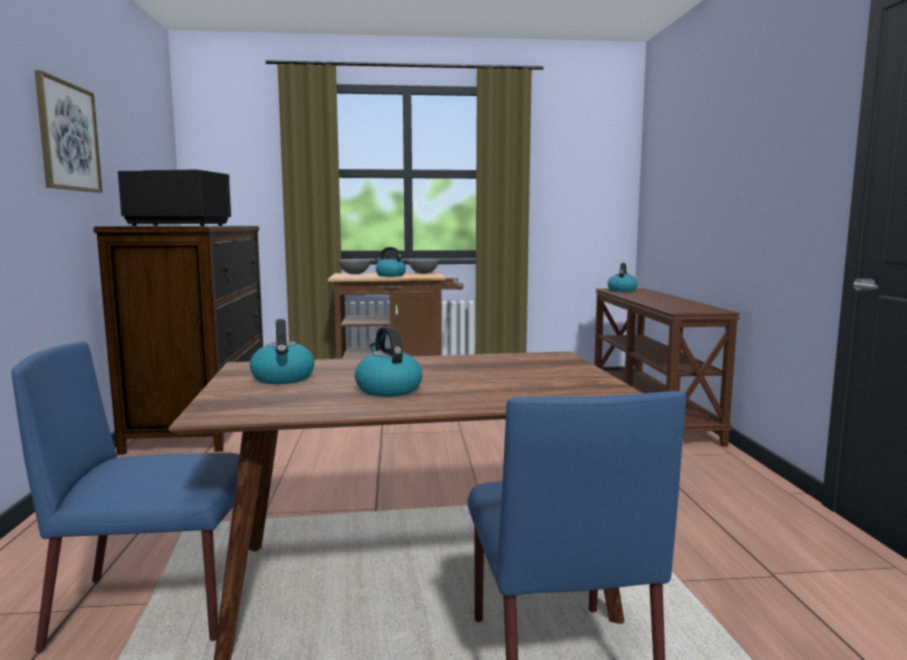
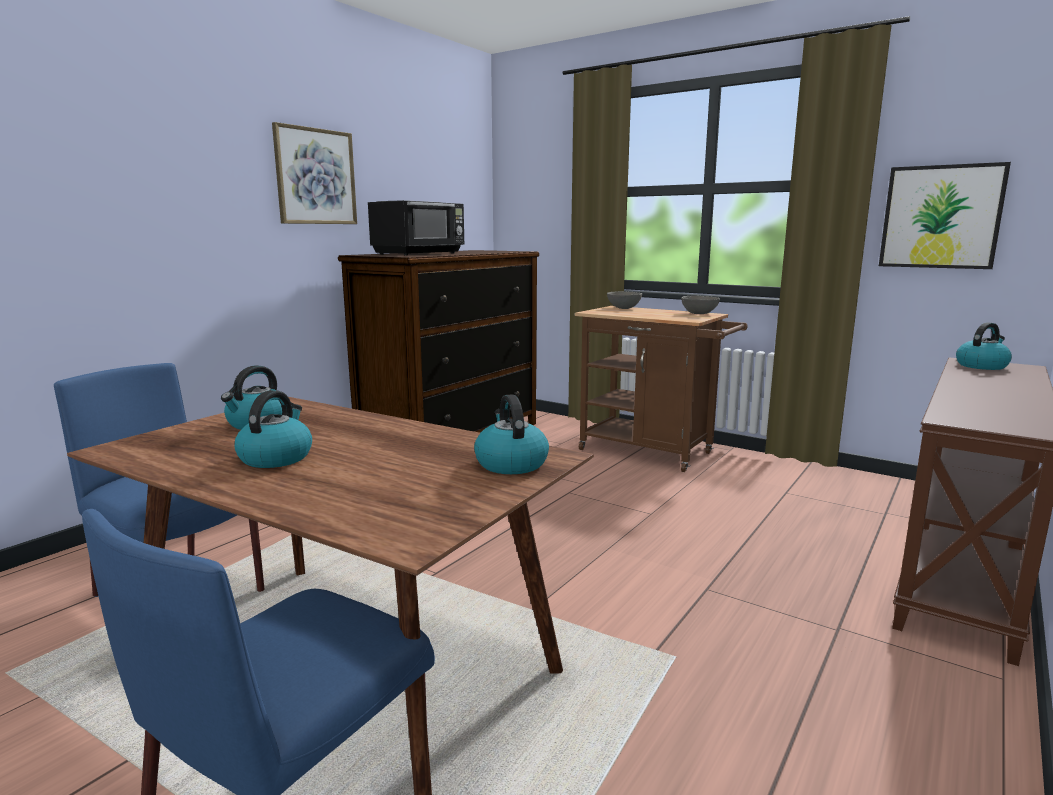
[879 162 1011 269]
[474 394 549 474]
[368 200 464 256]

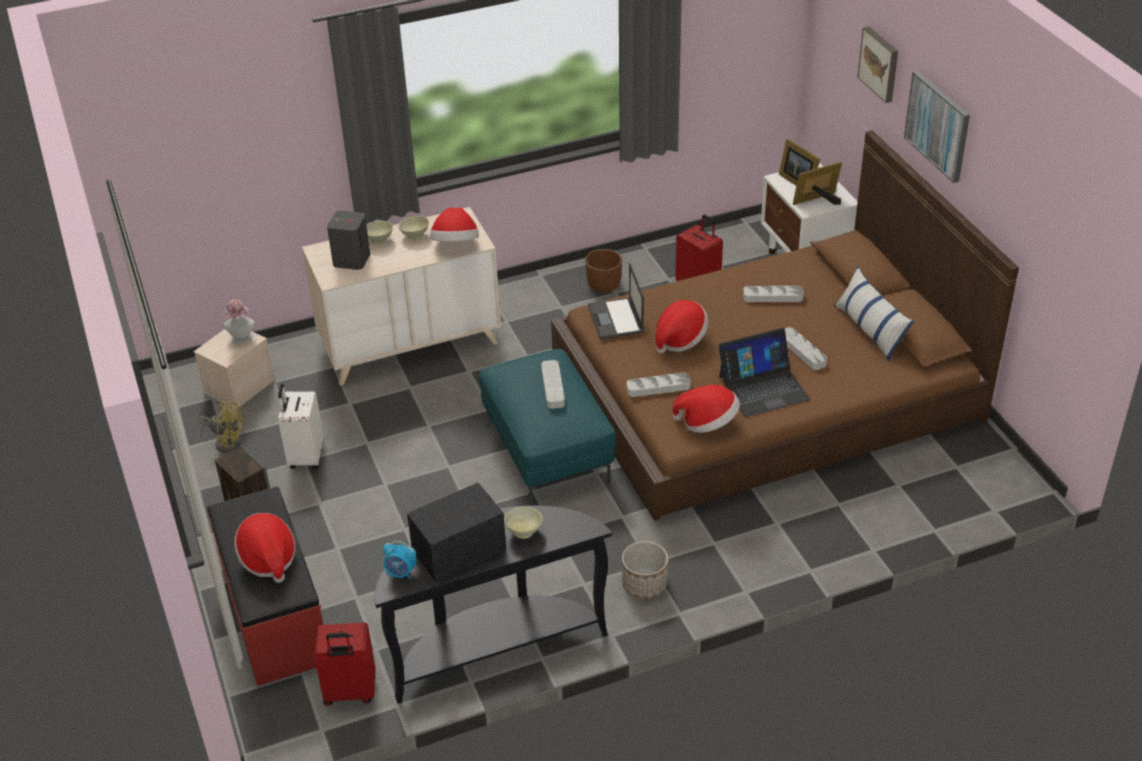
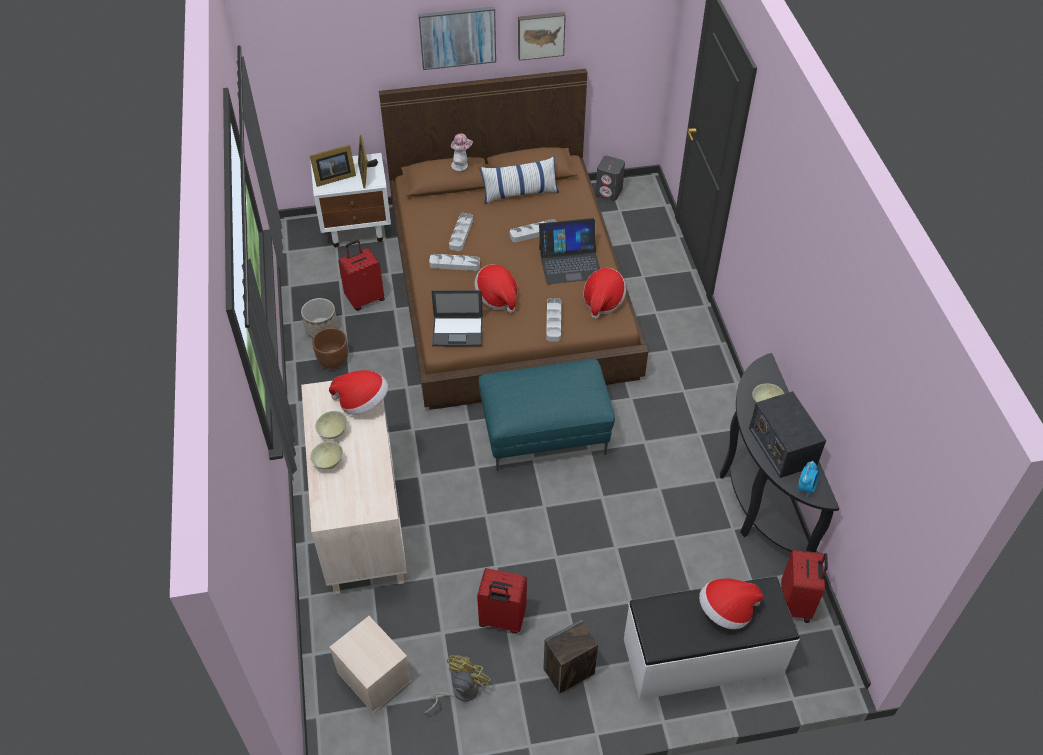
[451 133 473 171]
[595 156 625 201]
[429 254 480 271]
[301 298 338 338]
[518 12 566 61]
[624 576 800 700]
[477 568 527 633]
[539 218 600 284]

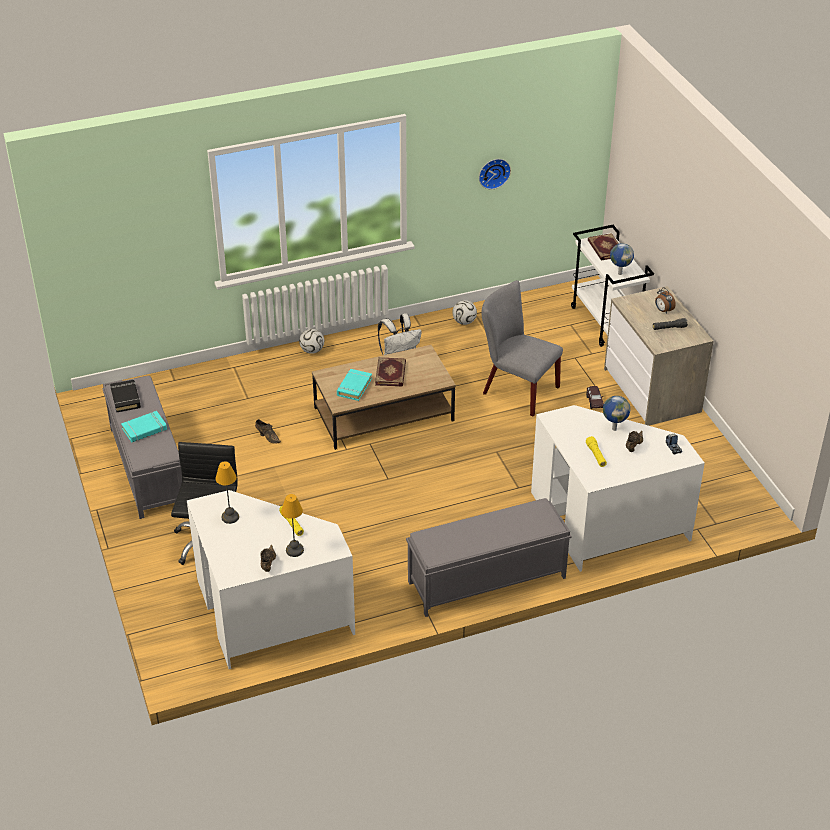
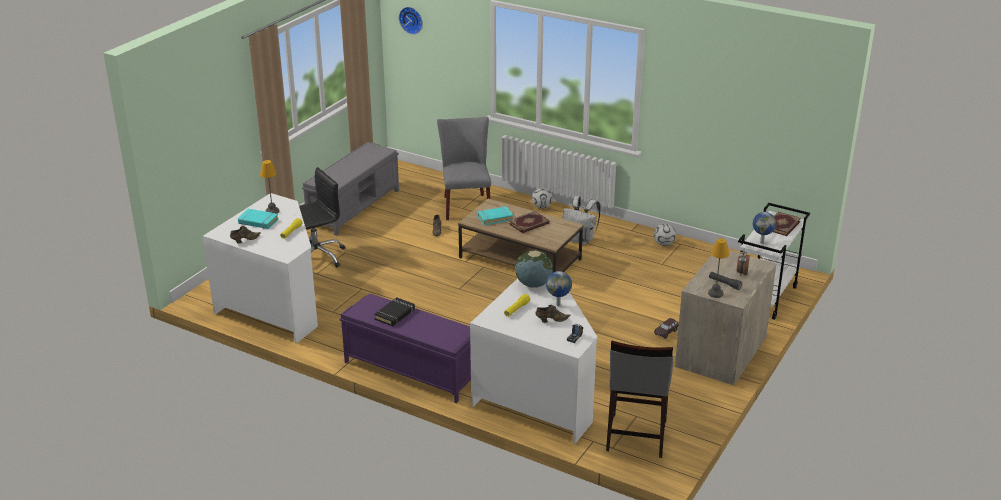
[515 251 553 288]
[606 340 674 458]
[374 297 415 326]
[238 209 279 229]
[708 238 729 298]
[399 7 423 35]
[437 117 491 220]
[340 294 471 403]

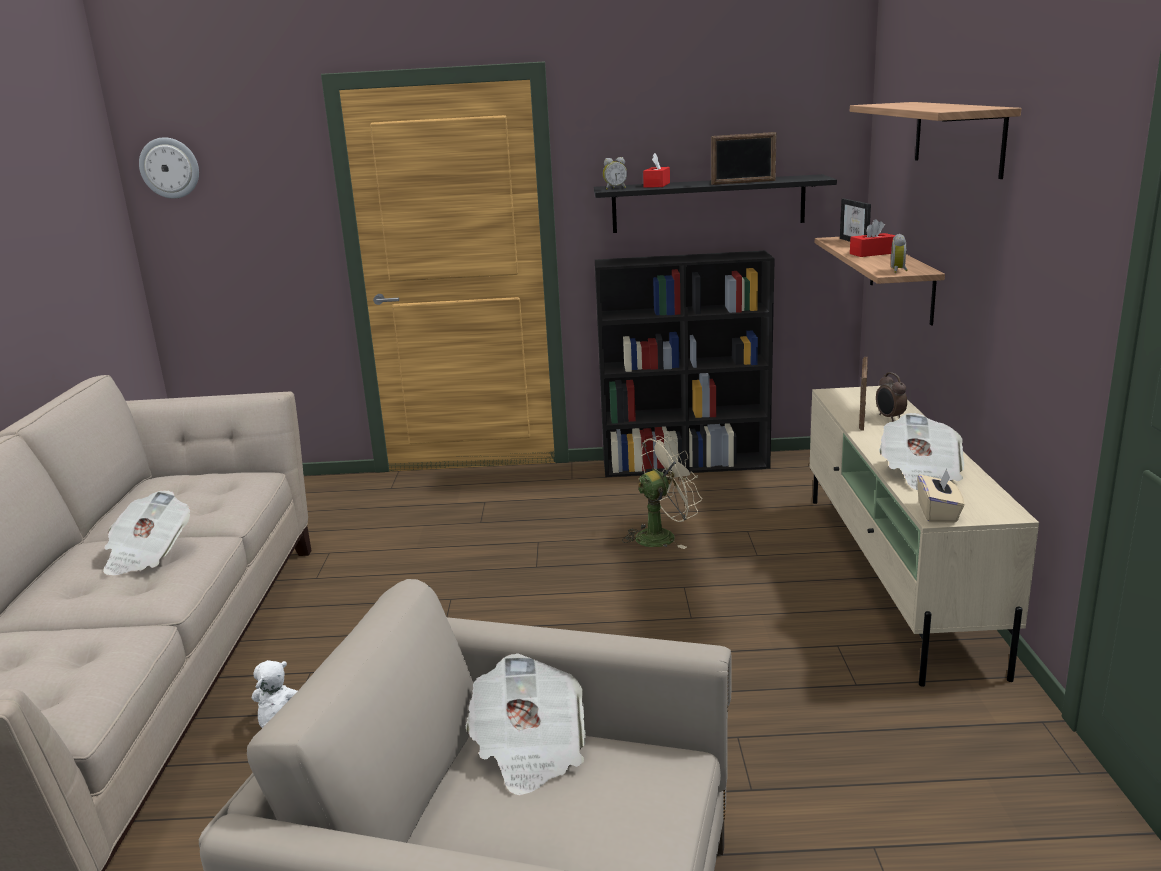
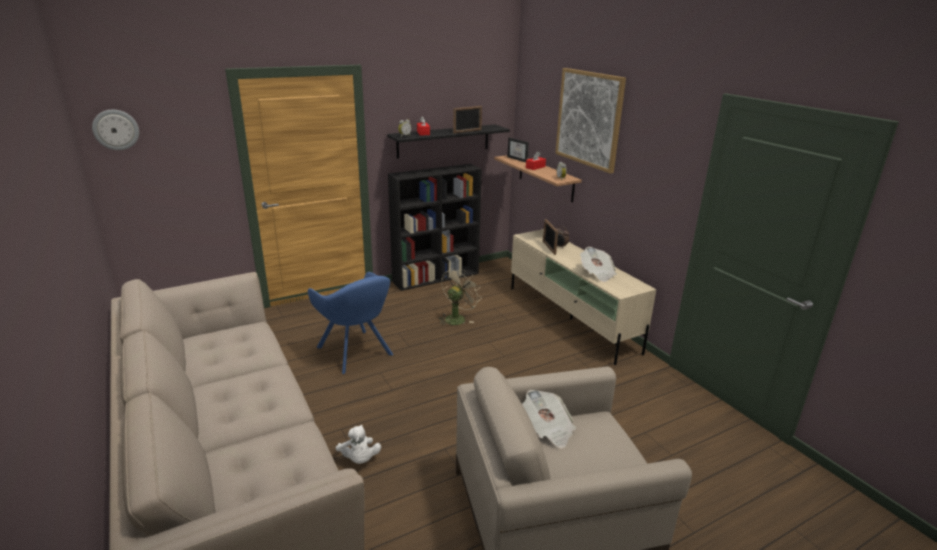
[103 490 190 575] (first image)
[917 469 965 523] (first image)
[308 272 393 374]
[555 68 626 174]

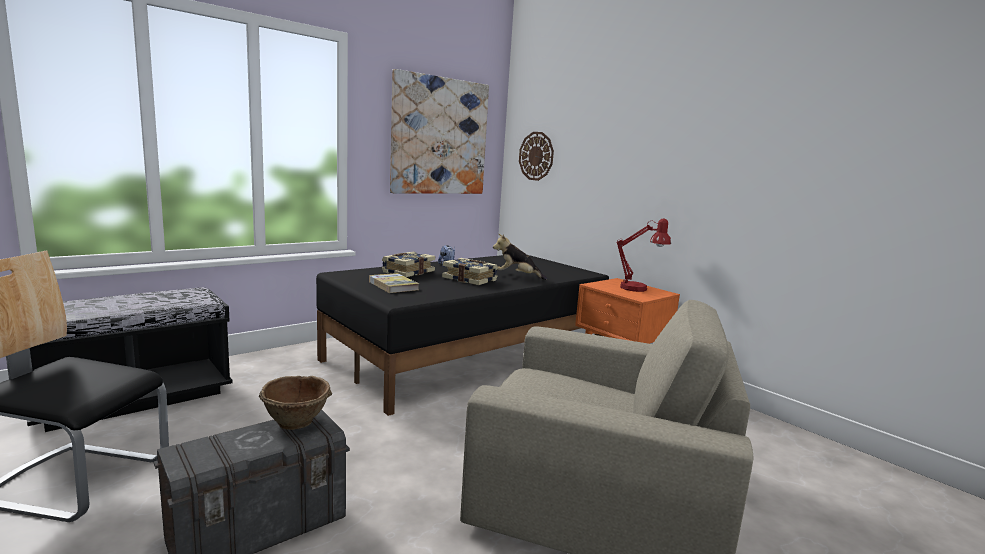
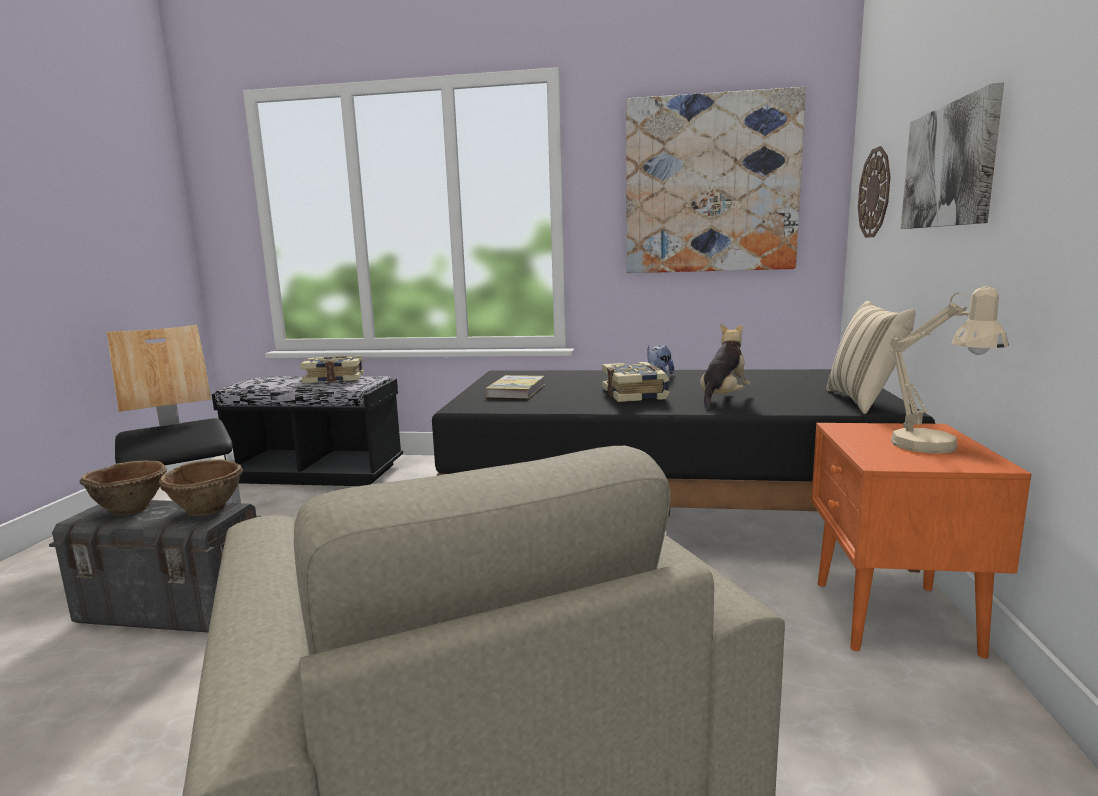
[79 461 167 515]
[826 301 916 414]
[901 82 1004 229]
[300 355 364 383]
[889 286 1009 454]
[700 324 750 410]

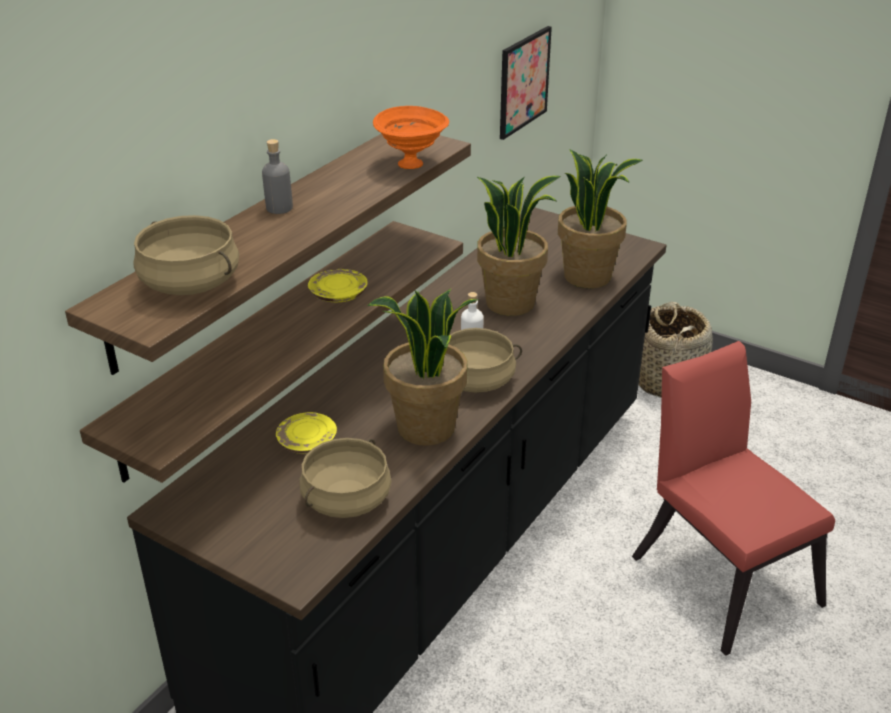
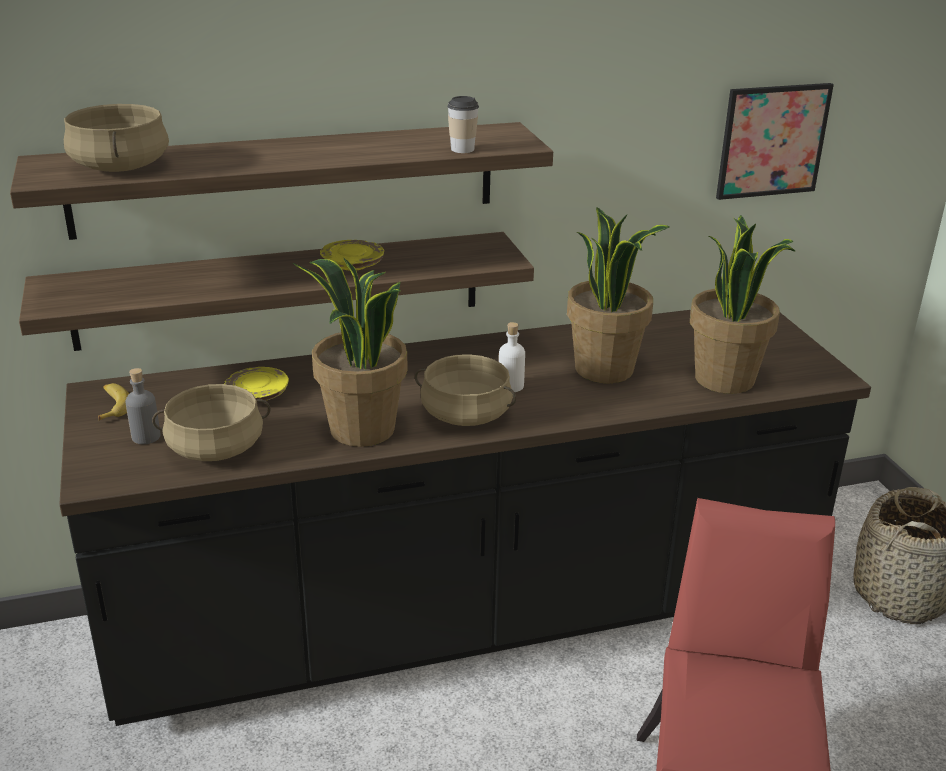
[98 383 129 421]
[125 368 161 444]
[447 96 479 153]

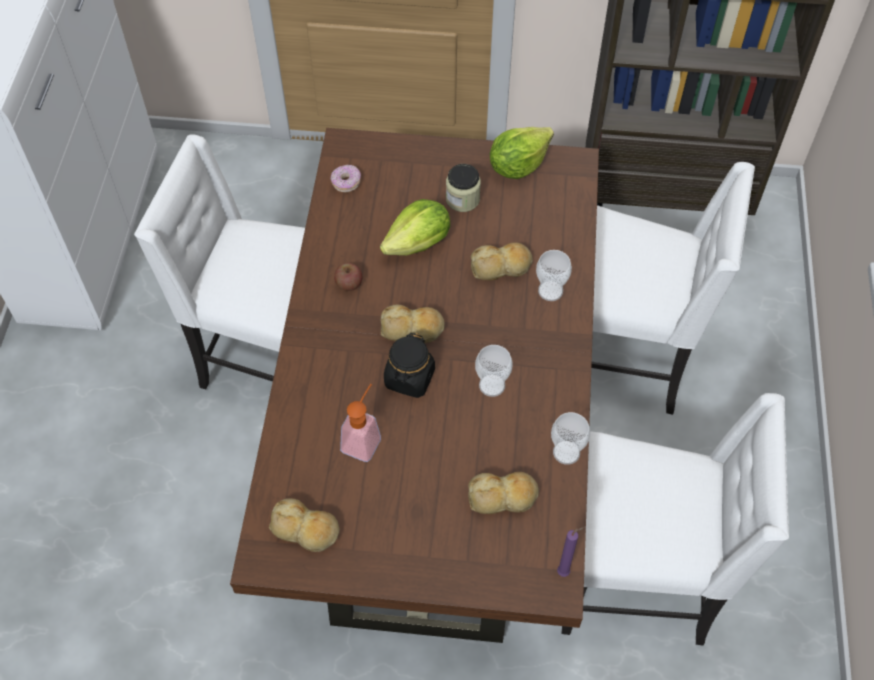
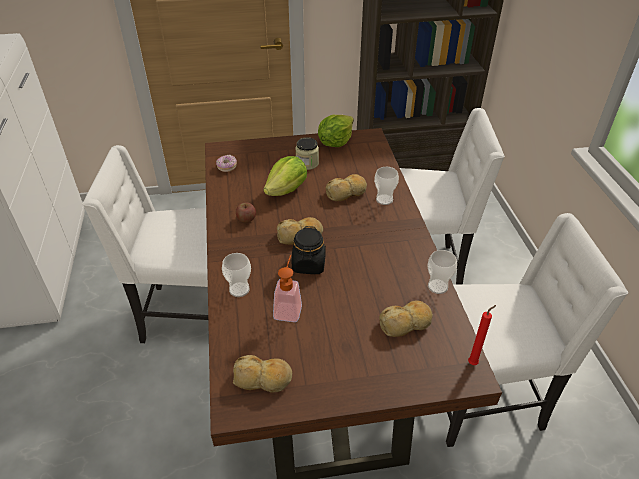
[222 253 251 297]
[468 305 496 365]

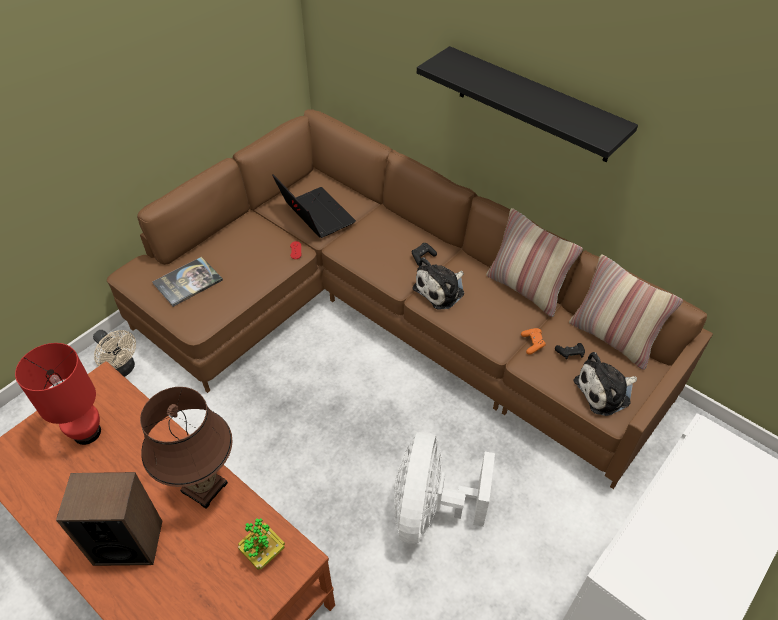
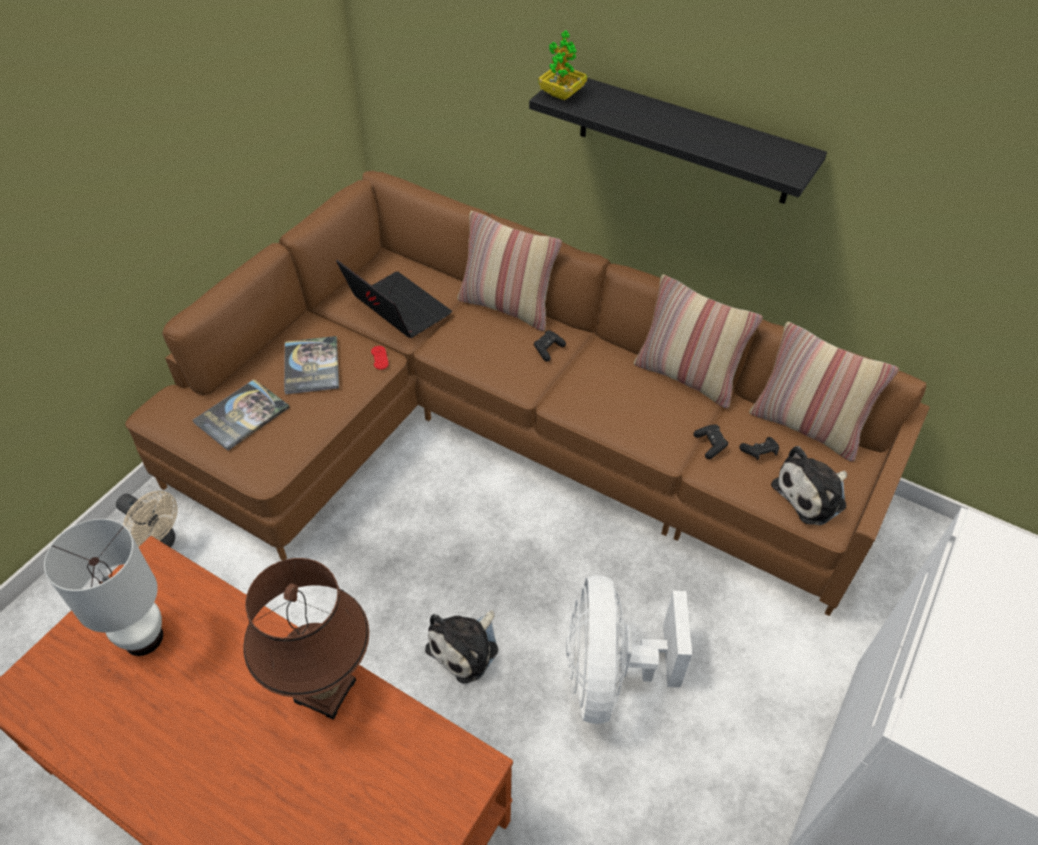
[56 472 162 566] (first image)
[284 336 339 394]
[457 211 562 331]
[538 30 587 100]
[425 610 498 684]
[44 519 163 656]
[693 424 728 459]

